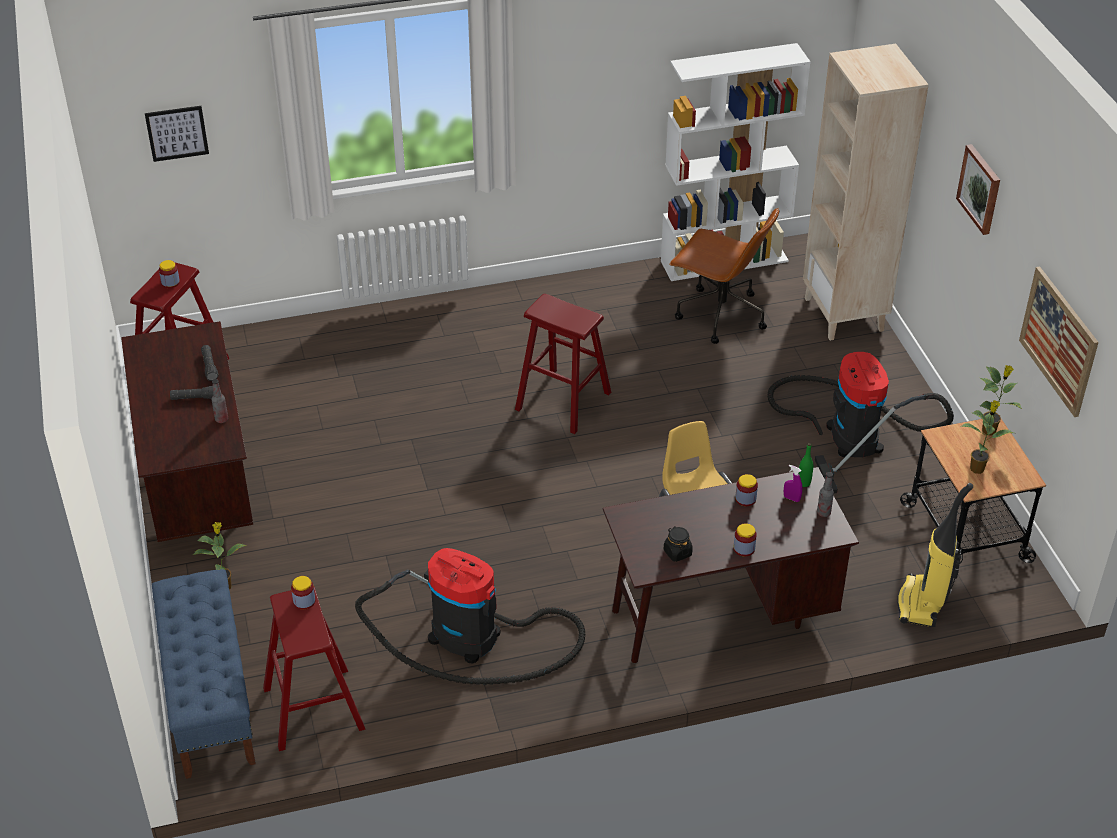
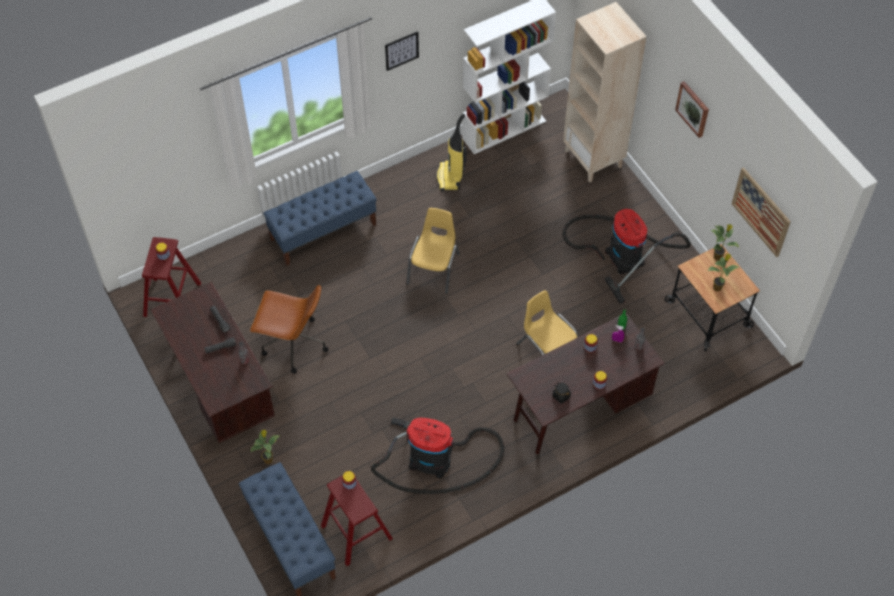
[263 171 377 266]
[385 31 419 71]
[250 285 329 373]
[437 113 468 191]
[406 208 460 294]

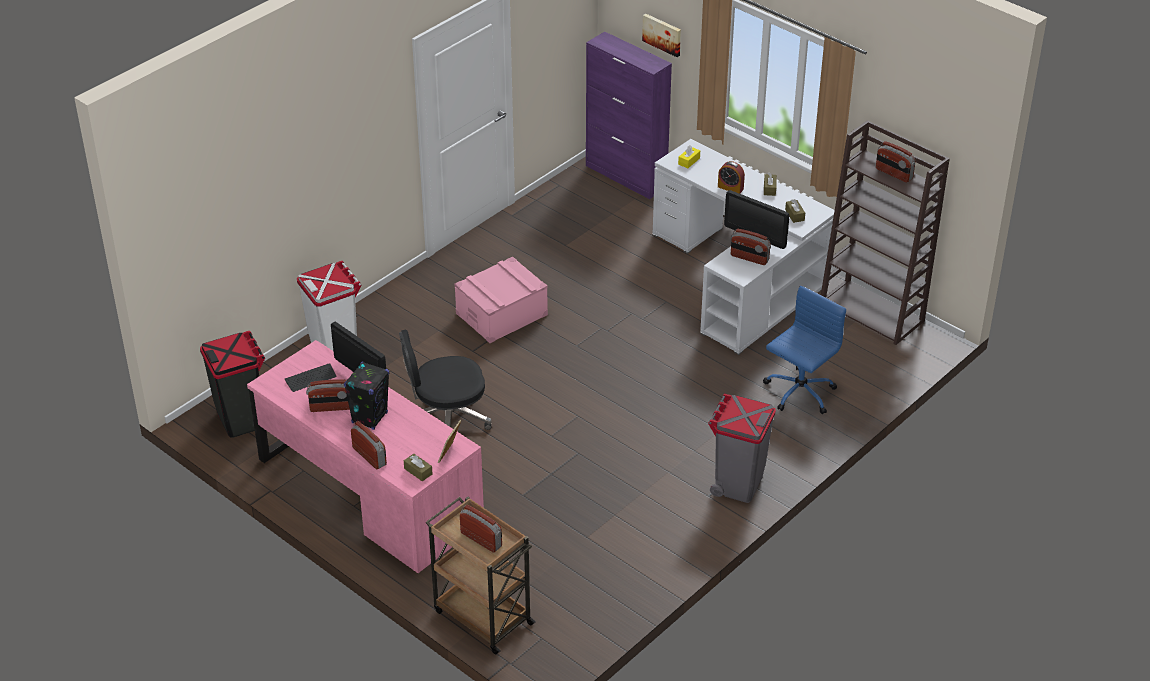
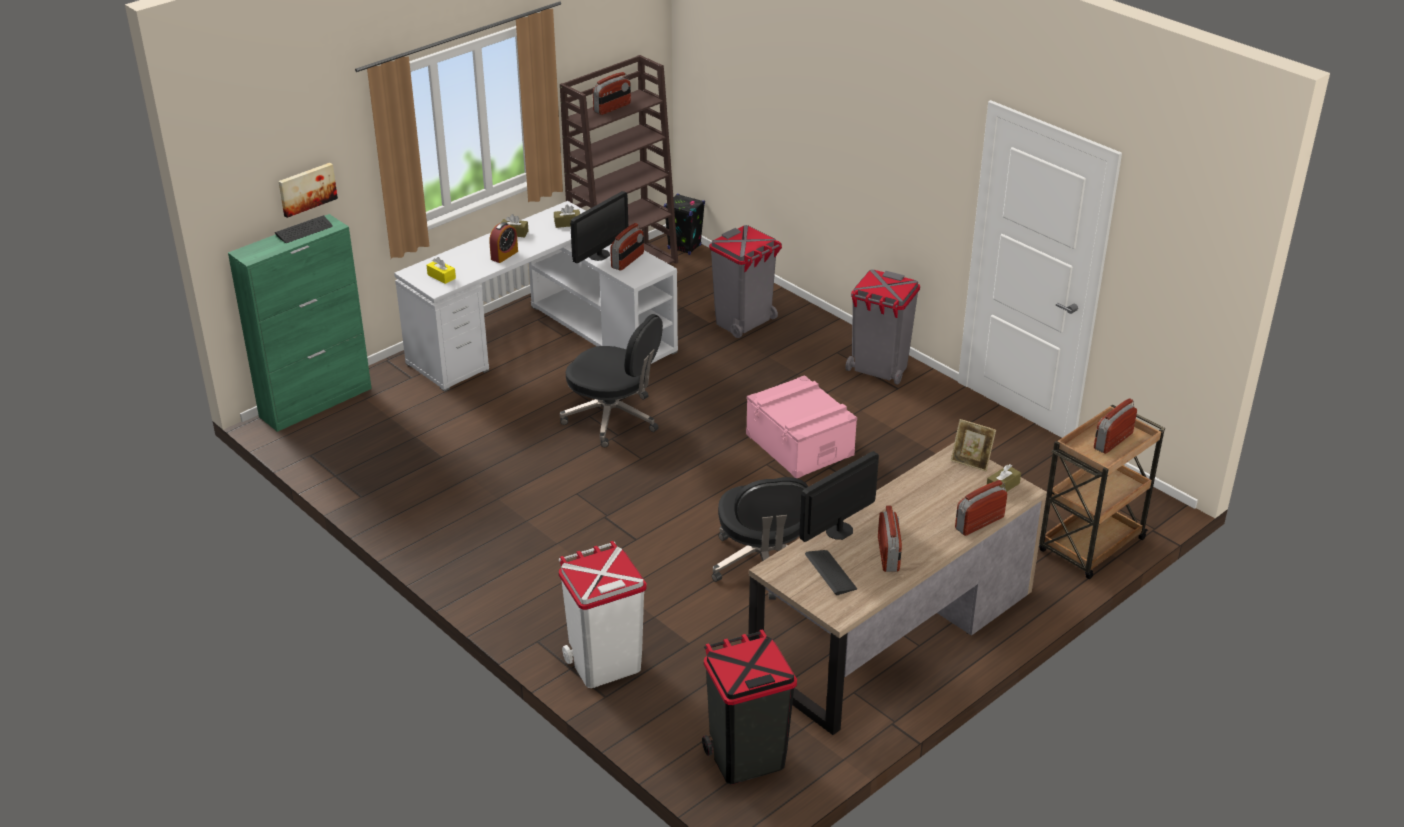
[275 215 333 243]
[560 314 663 447]
[664 194 705 255]
[746 375 857 478]
[709 225 782 338]
[748 442 1047 735]
[228 214 372 432]

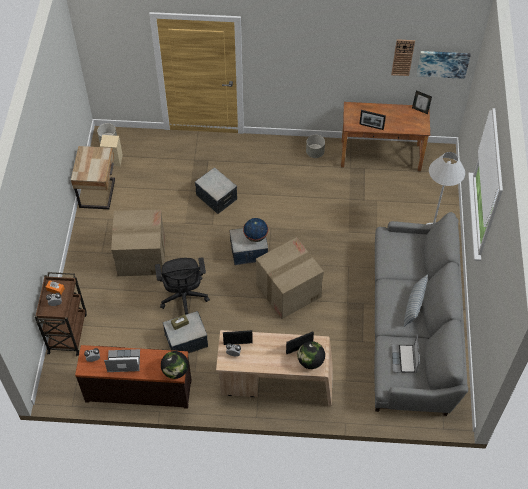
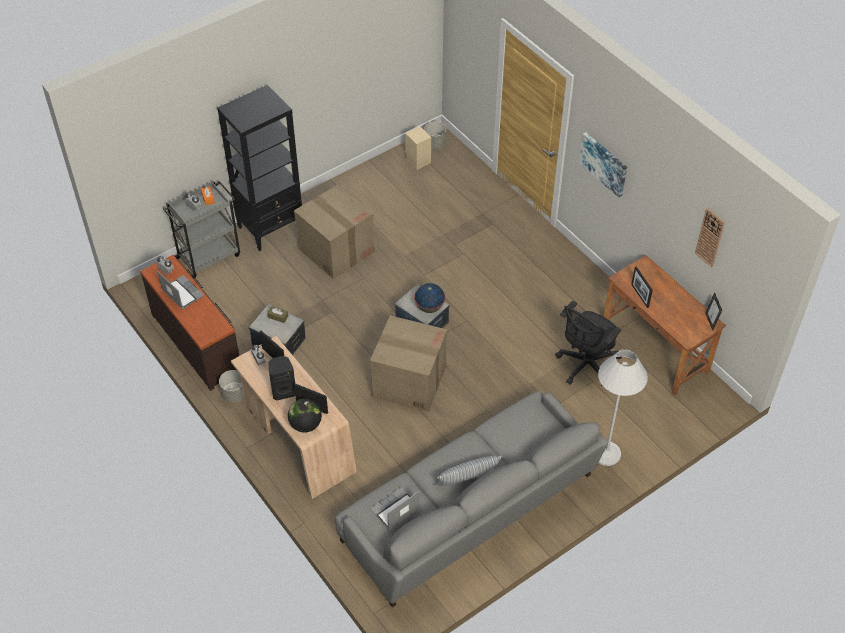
[71 146 115 210] (first image)
[161 351 188 379] (first image)
[195 167 237 214] (first image)
[217 85 302 251]
[268 356 295 401]
[555 301 622 386]
[219 370 244 403]
[579 132 627 198]
[163 180 240 279]

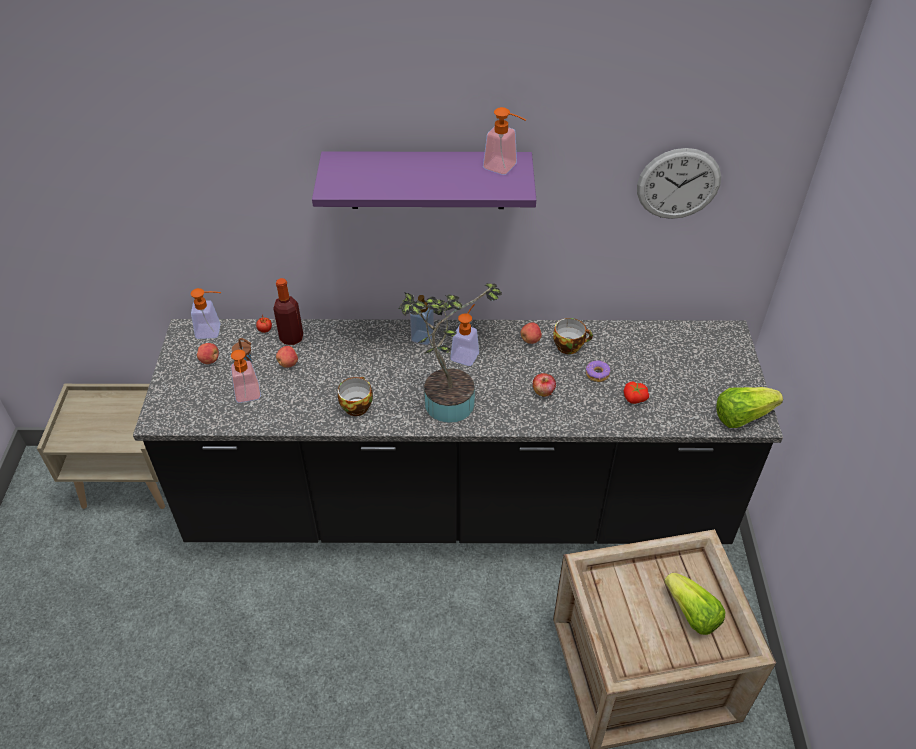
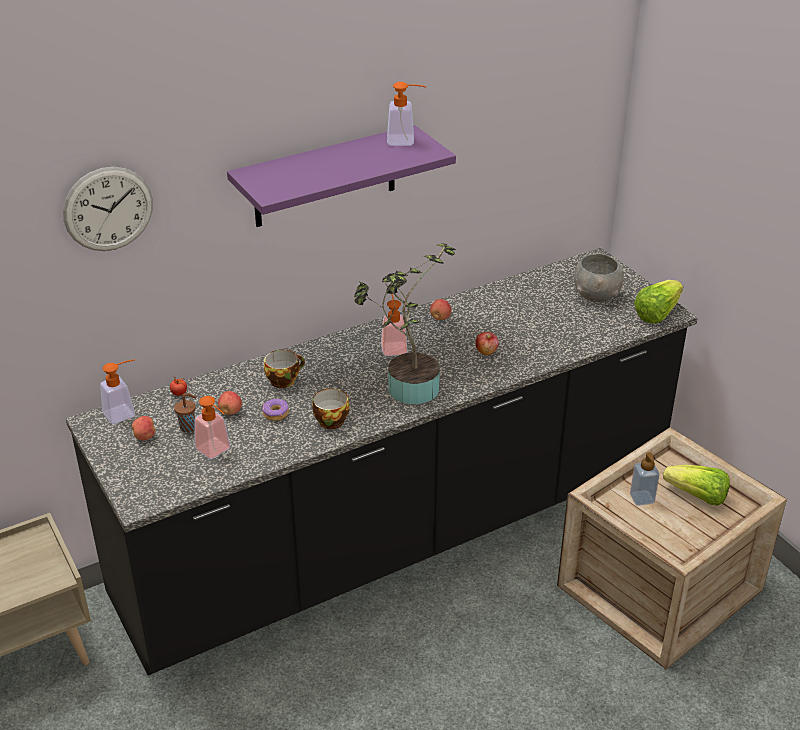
[273 278 303 345] (first image)
[624 381 649 404] (first image)
[574 254 624 302]
[630 452 660 506]
[264 349 305 388]
[262 399 289 421]
[63 167 153 251]

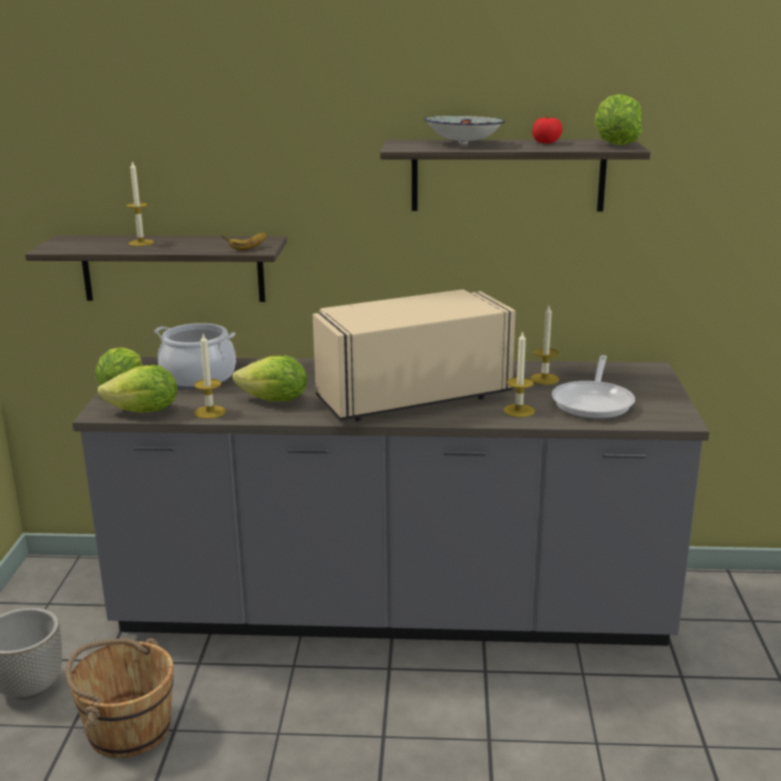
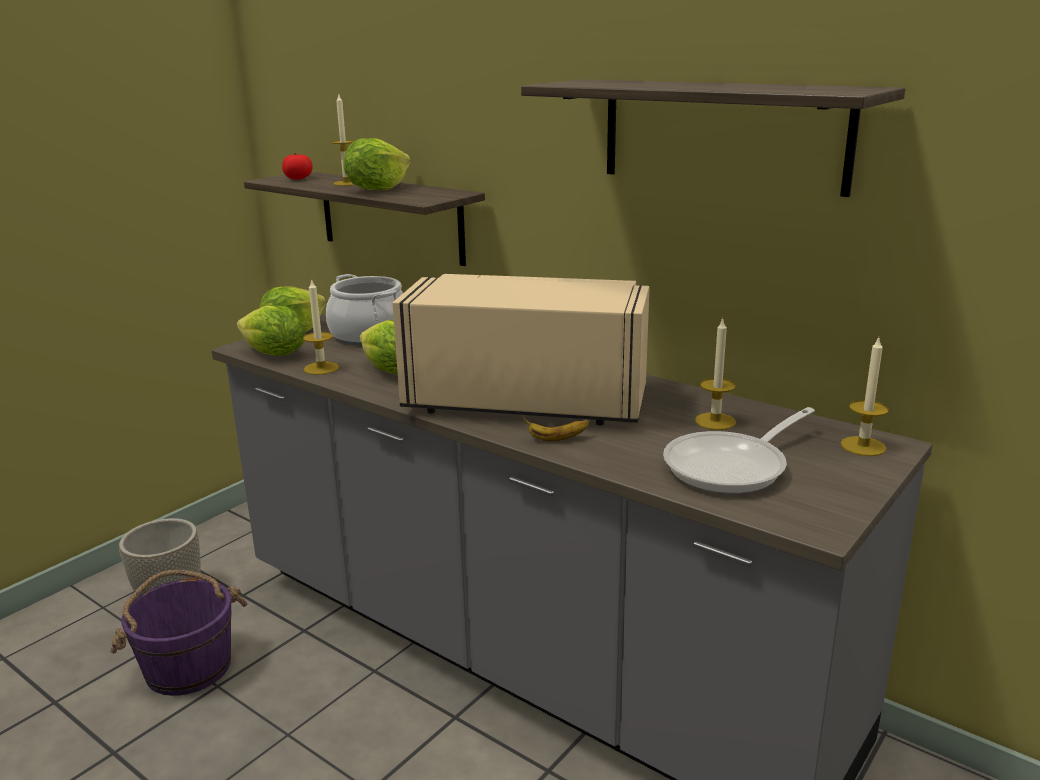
[424 116 505 145] (first image)
[522 416 590 441]
[840 338 889 456]
[282 153 313 180]
[343 138 411 190]
[110 570 247 696]

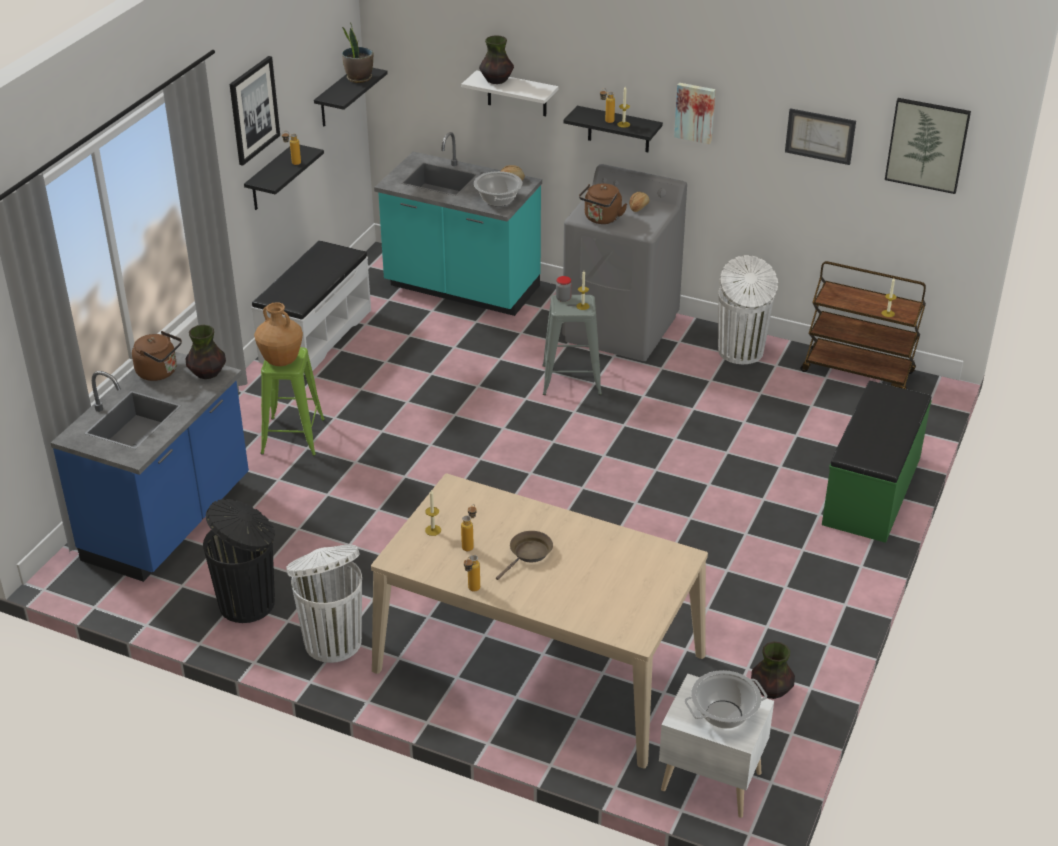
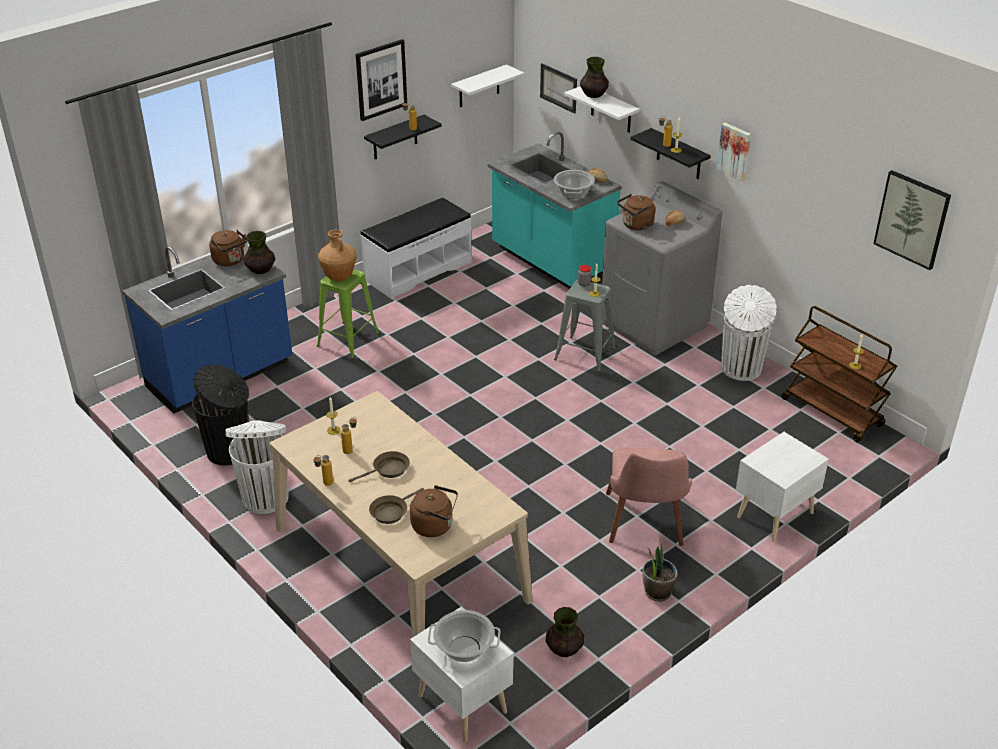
[369 488 424 524]
[410 485 458 537]
[606 448 692 546]
[643 537 677 601]
[540 63 577 114]
[736 432 829 542]
[451 64 525 107]

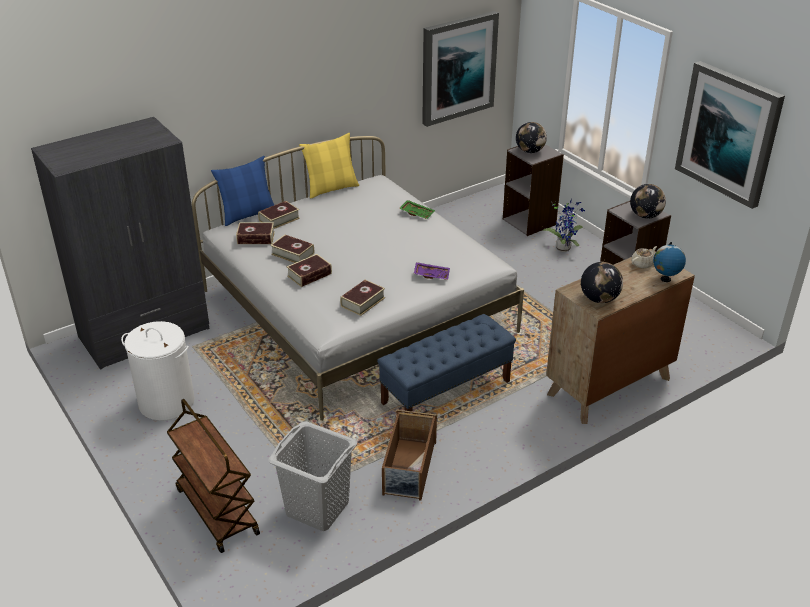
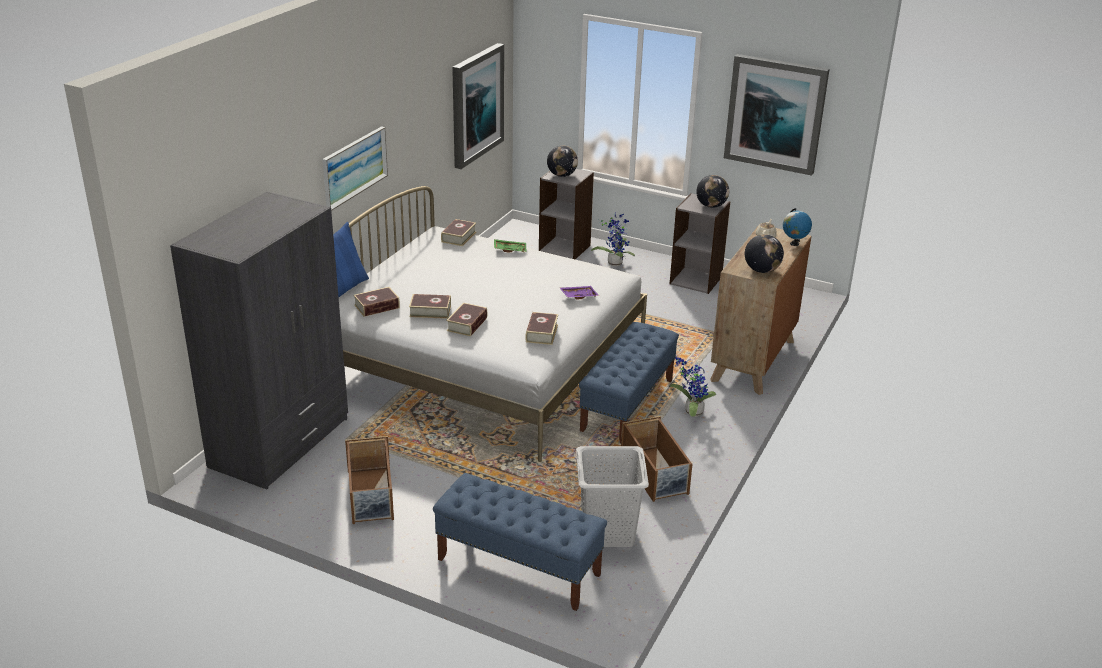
[299 133 359 199] (first image)
[322 126 388 211]
[669 357 716 417]
[441 219 476 246]
[345 436 394 524]
[433 473 607 611]

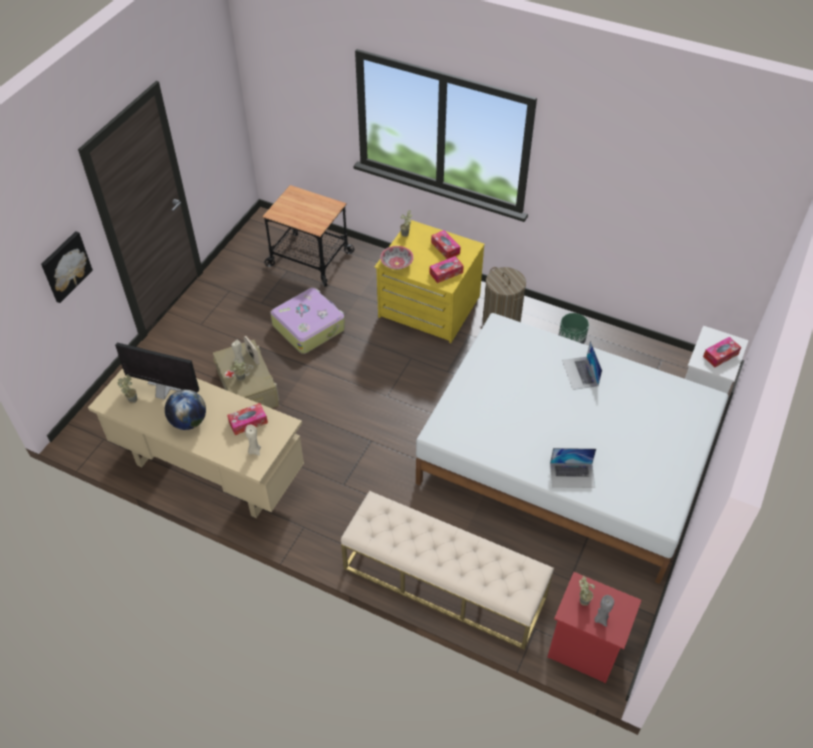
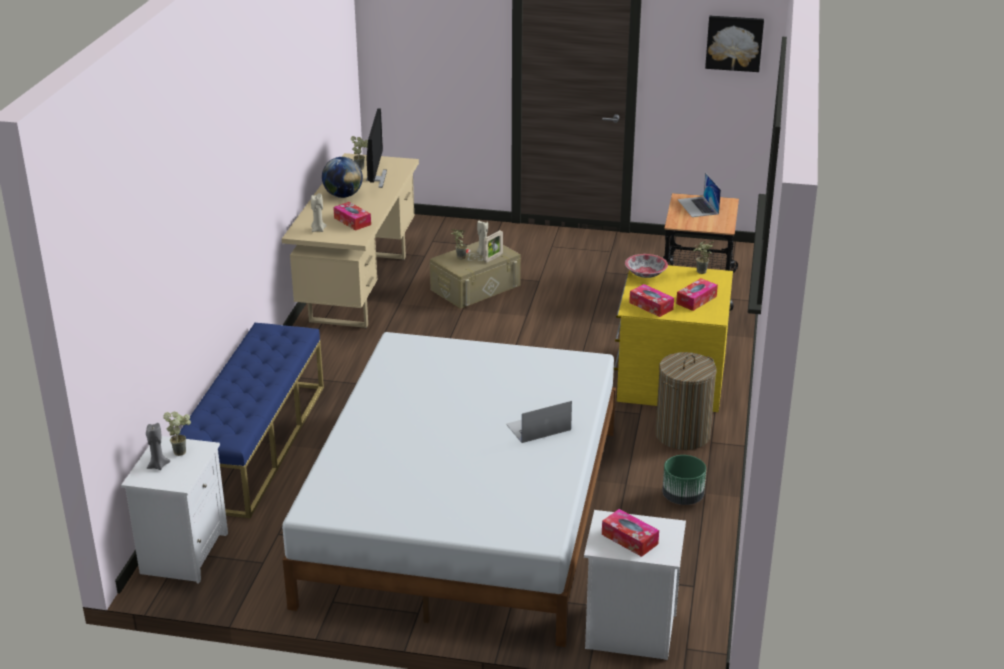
[270 288 345 354] (first image)
[705 16 764 72]
[677 173 721 217]
[178 323 324 518]
[121 436 228 584]

